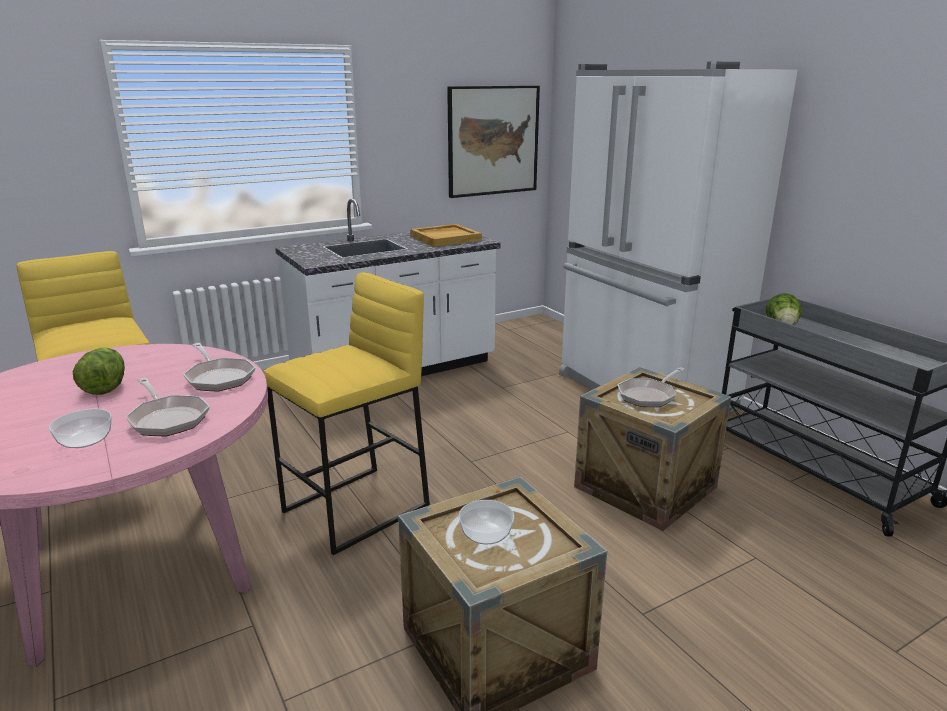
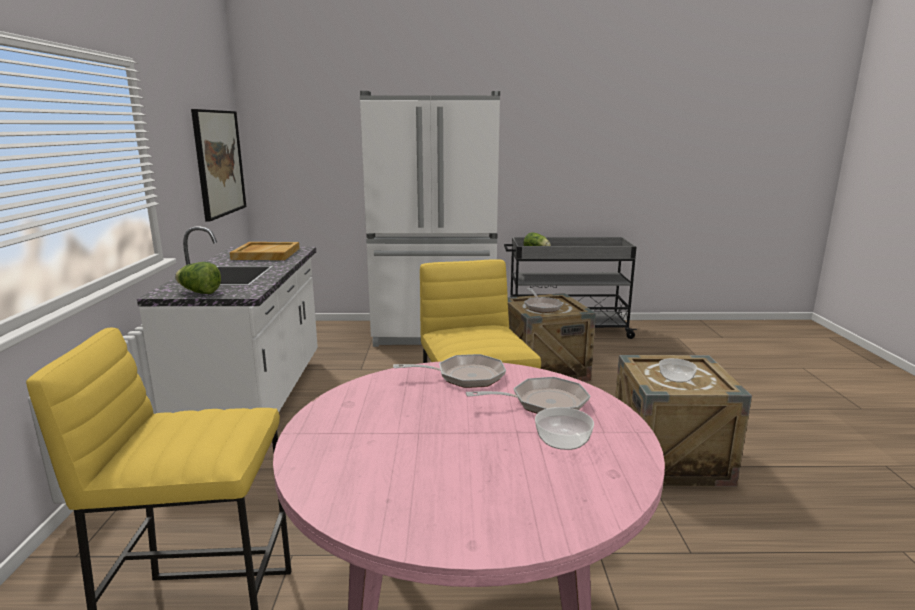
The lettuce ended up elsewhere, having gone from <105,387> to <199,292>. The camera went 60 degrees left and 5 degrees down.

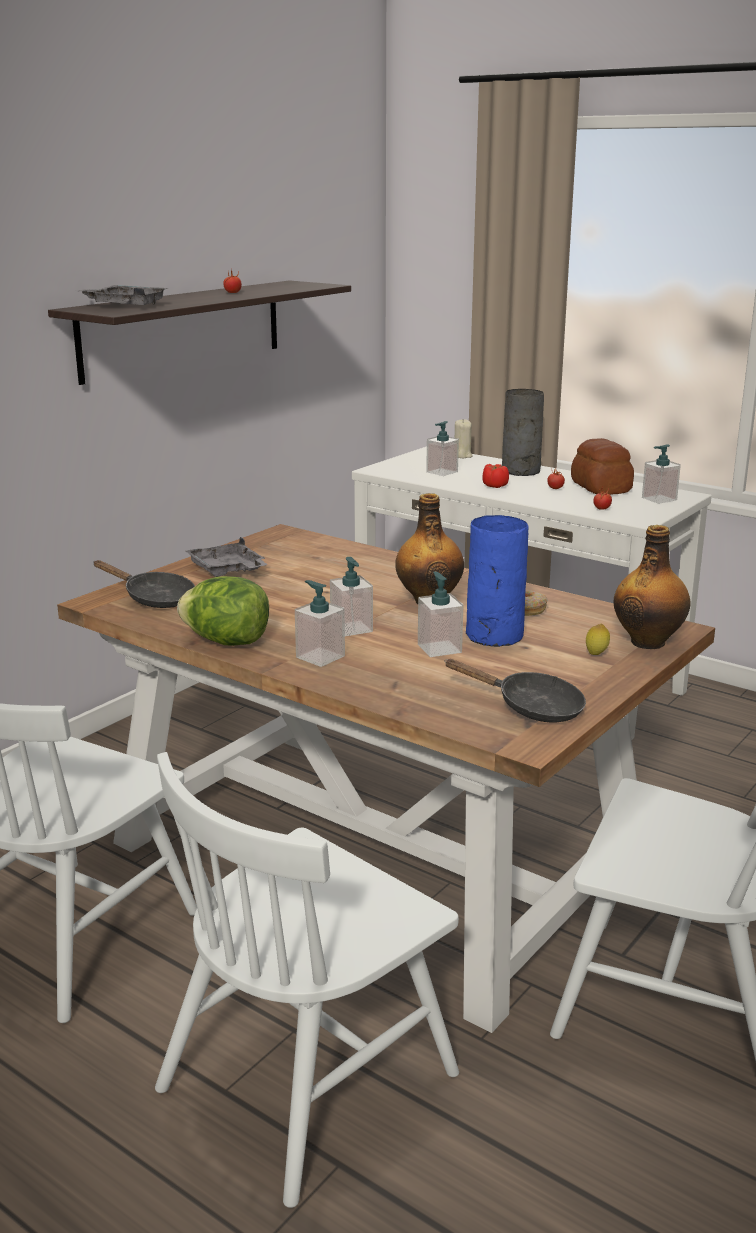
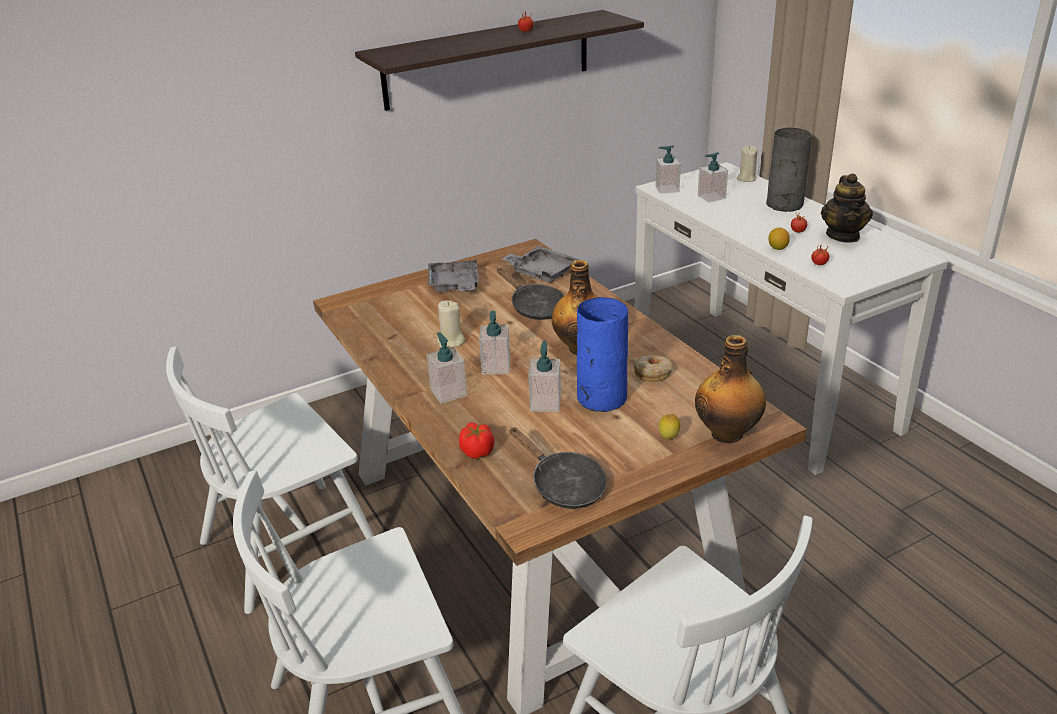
The second view lost the lettuce at <227,642>. The second view gained the sand-coloured wax candle at <451,341>. The second view gained the whole lemon at <777,248>. The gray tray ended up elsewhere, having gone from <126,305> to <541,272>. The blackish frying pan ended up elsewhere, having gone from <154,598> to <534,307>. The whole tomato ended up elsewhere, having gone from <494,486> to <477,451>. The liquid soap bottle ended up elsewhere, having gone from <659,499> to <667,189>. Where the bakery bread stood at <601,487>, the pot for tea came to stand at <843,236>. The camera went 25 degrees right and 10 degrees up.

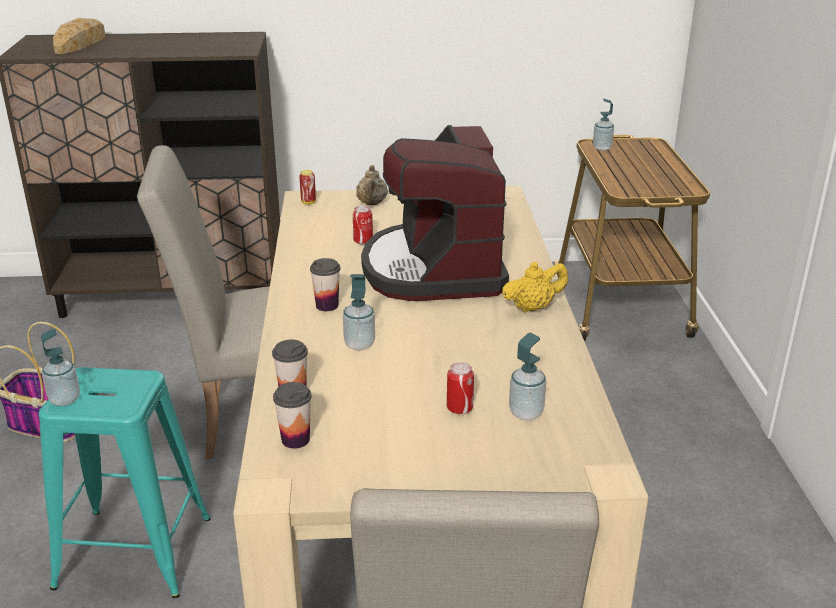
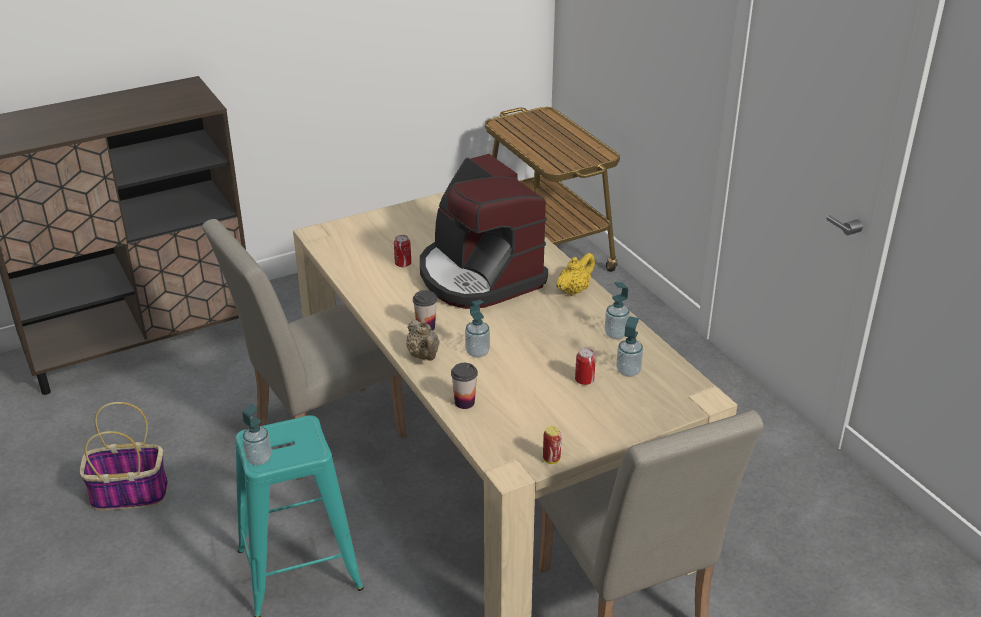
The second view lost the bakery bread at <80,44>. The second view lost the small cup at <295,439>. The sealed can ended up elsewhere, having gone from <308,202> to <551,459>. The sand-coloured pot for tea ended up elsewhere, having gone from <372,204> to <424,356>. The liquid soap bottle ended up elsewhere, having gone from <602,148> to <616,334>. The camera went 25 degrees left and 5 degrees up.

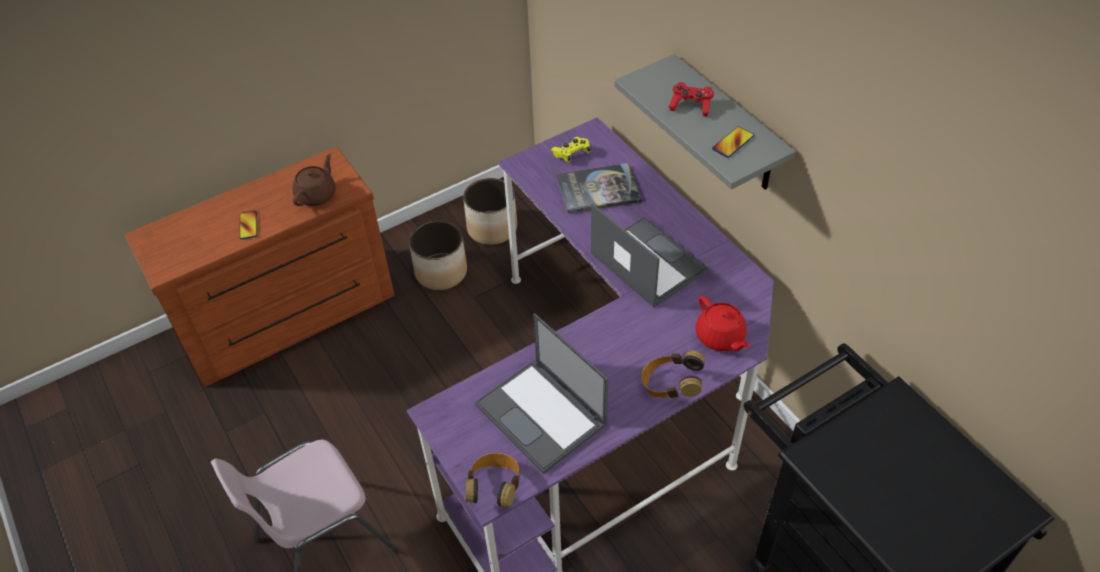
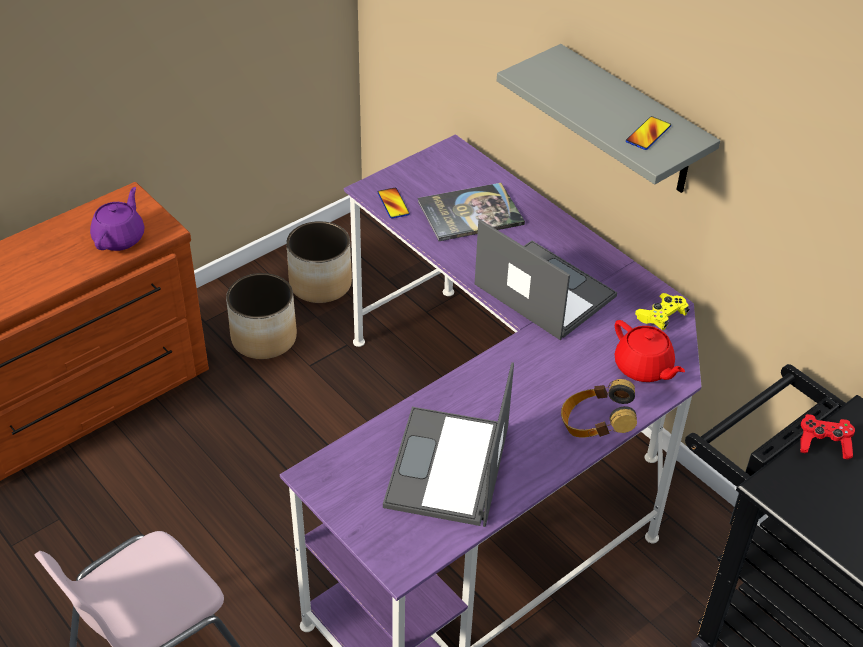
The second view lost the headset at <495,488>. The handset ended up elsewhere, having gone from <248,225> to <393,204>. The yellowish joypad ended up elsewhere, having gone from <571,154> to <661,317>. The red joypad ended up elsewhere, having gone from <691,106> to <823,443>. What was the brown pot for tea at <317,195> turned into the purplish pot for tea at <120,238>. The notebook computer at <542,415> ended up facing another way, 60 degrees clockwise from before. The camera went 10 degrees left and 5 degrees down.

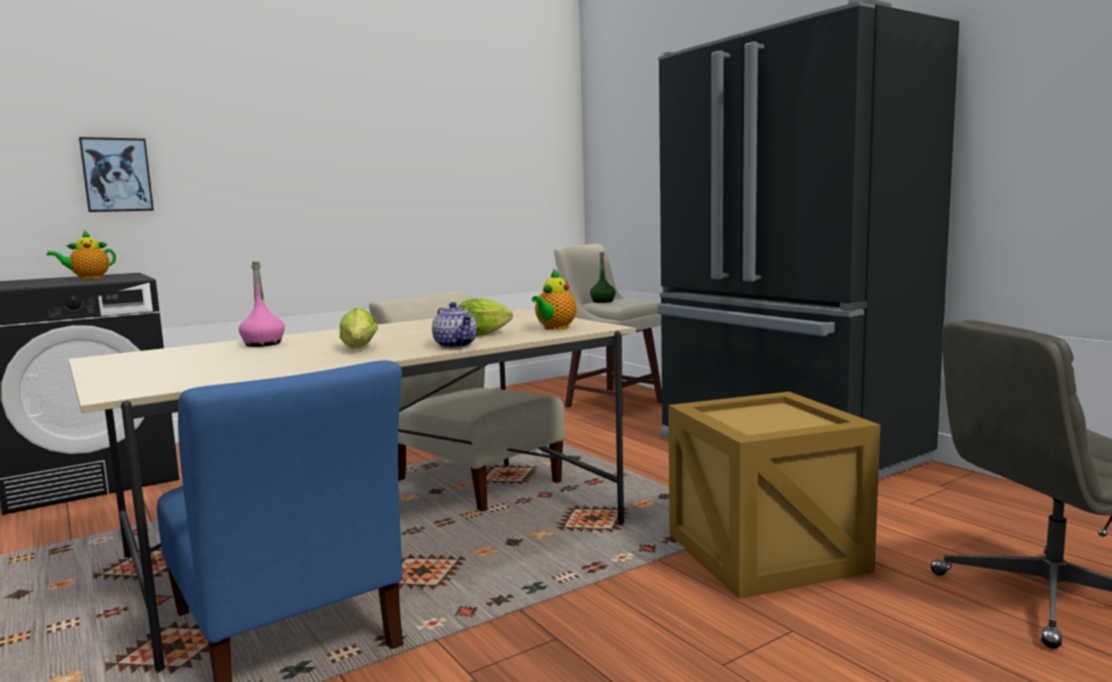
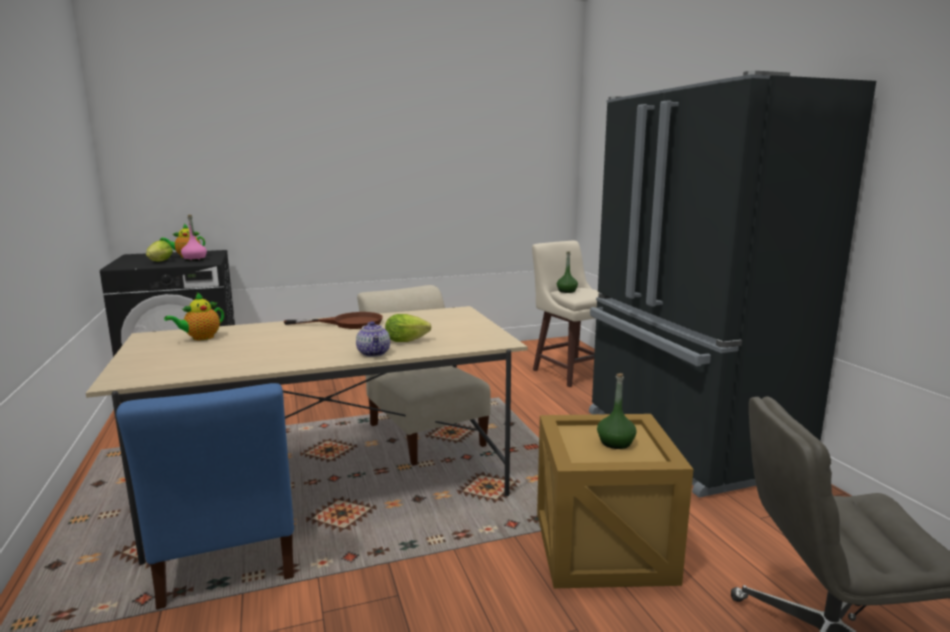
The second view lost the picture at <116,175>. The second view gained the brown frying pan at <348,323>. The second view gained the green bottle at <615,442>. The pink bottle ended up elsewhere, having gone from <263,344> to <195,260>. The lettuce ended up elsewhere, having gone from <359,349> to <159,262>. The pot for tea ended up elsewhere, having gone from <554,328> to <200,338>. The camera went 15 degrees right and 5 degrees up.

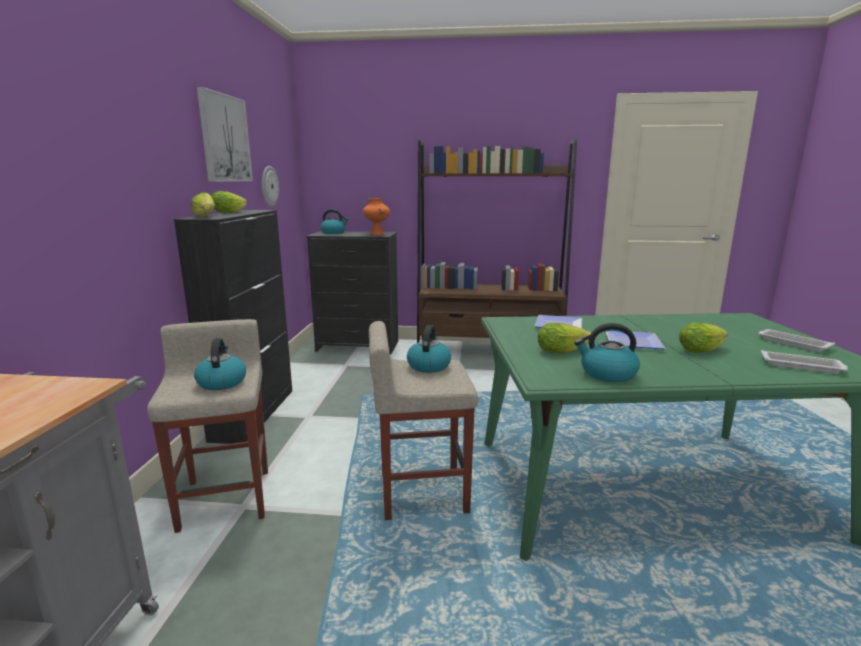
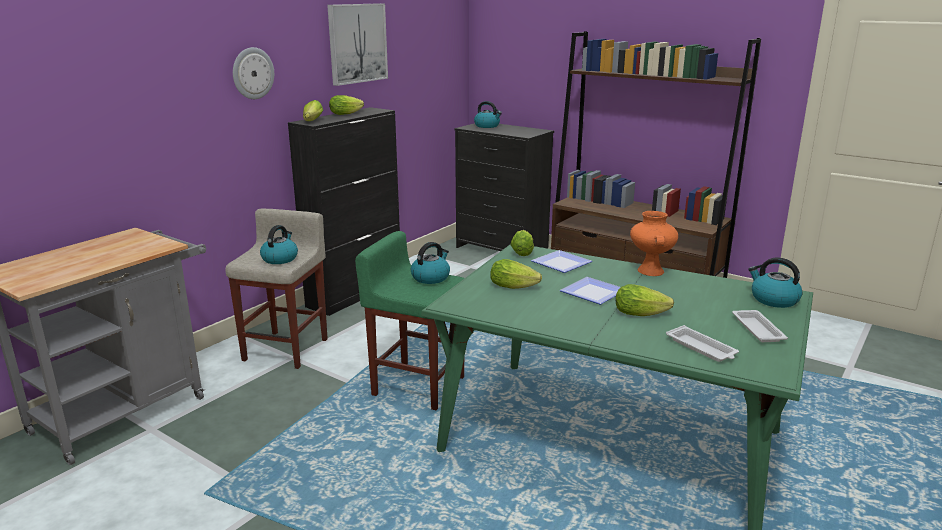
The second view gained the lettuce at <523,251>. The hanging clock ended up elsewhere, having gone from <269,186> to <252,73>. The orange decorative vase ended up elsewhere, having gone from <376,234> to <649,271>. The water kettle ended up elsewhere, having gone from <607,374> to <773,300>. What was the sand-coloured stool at <421,493> turned into the green stool at <417,386>. The camera went 30 degrees right and 5 degrees up.

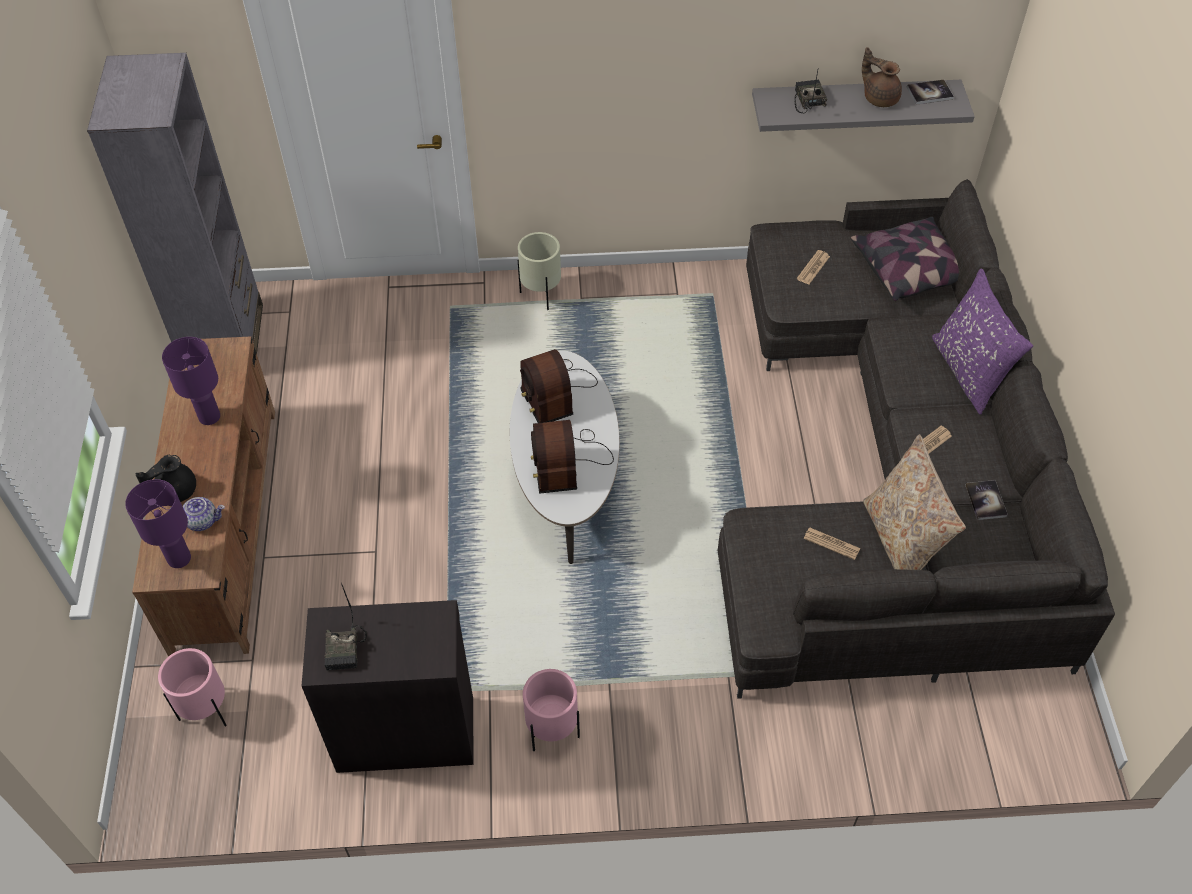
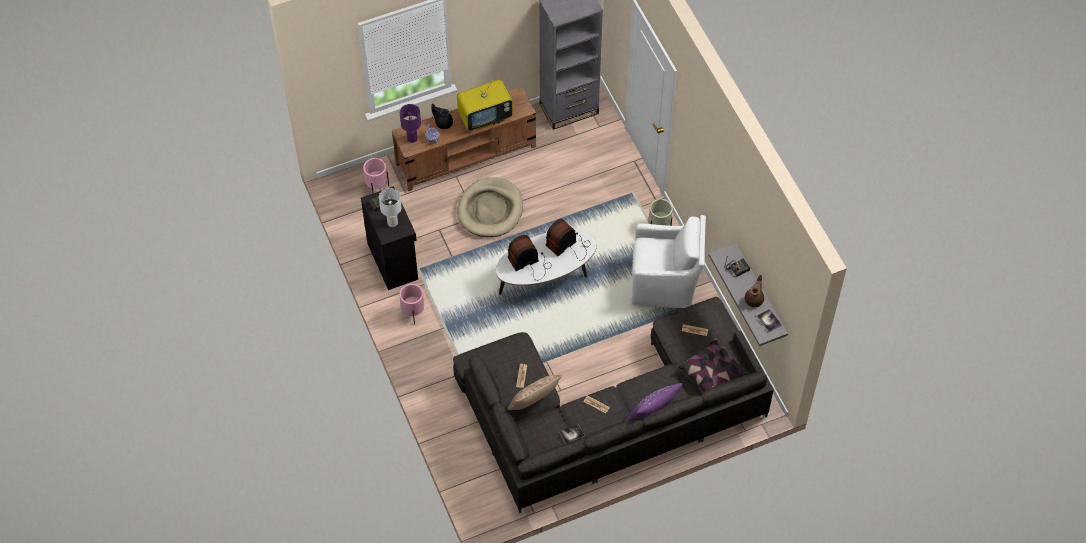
The second view gained the white table lamp at <392,222>. The second view gained the sand-coloured dog bed at <490,209>. The second view gained the white easy chair at <665,283>. Where the purplish table lamp stood at <209,416>, the TV set came to stand at <485,117>. The camera went 70 degrees right and 5 degrees up.

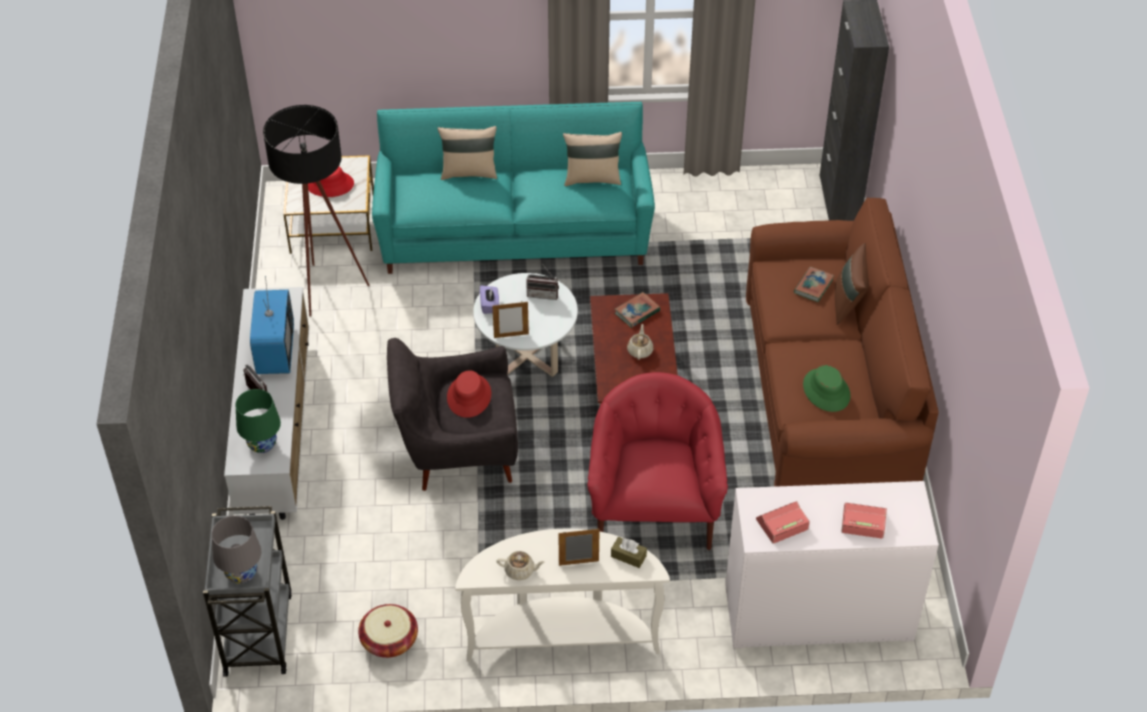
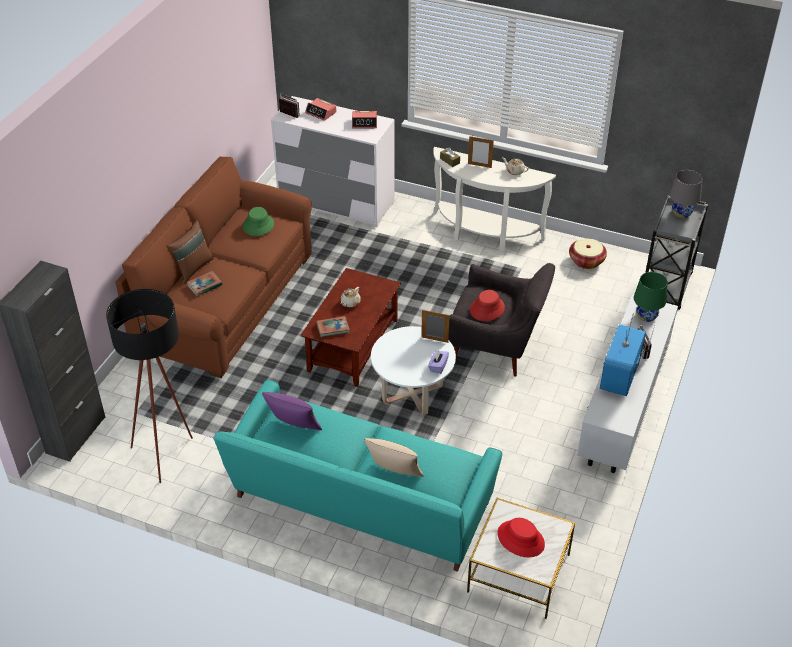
The second view lost the red easy chair at <653,508>. The blackish standing lamp ended up elsewhere, having gone from <325,294> to <168,452>. The radio ended up elsewhere, having gone from <543,294> to <287,115>. What was the sand-coloured pillow at <592,178> turned into the purplish pillow at <293,428>. The camera went 155 degrees left and 5 degrees down.

